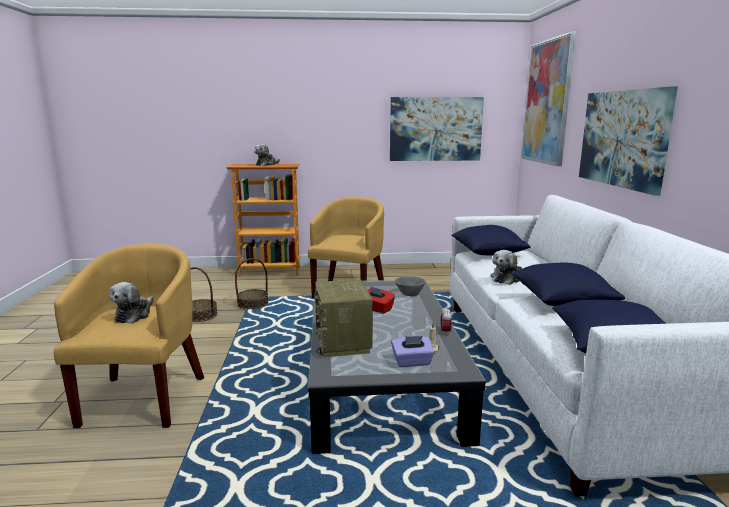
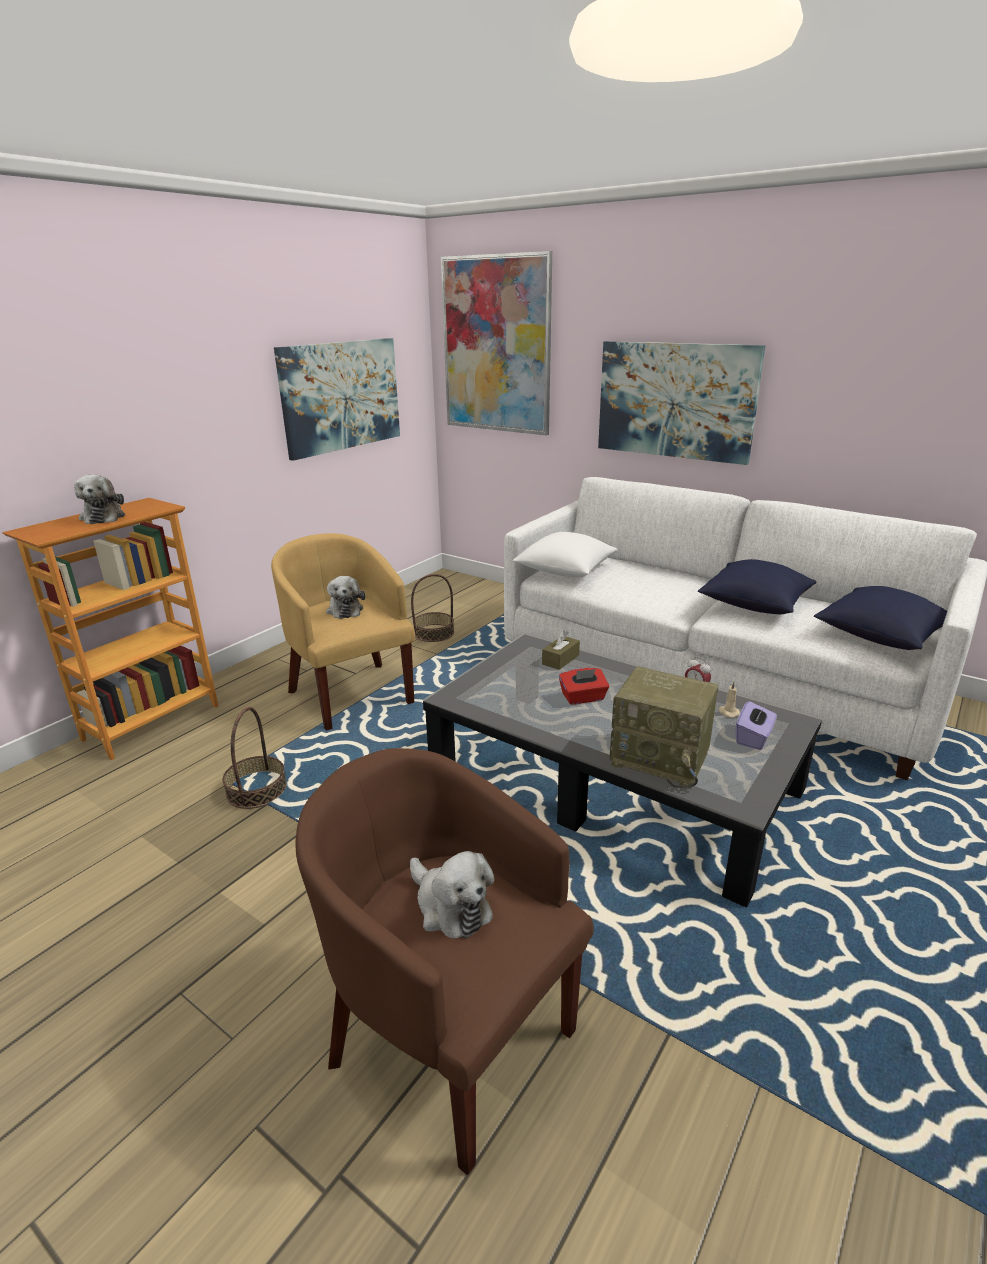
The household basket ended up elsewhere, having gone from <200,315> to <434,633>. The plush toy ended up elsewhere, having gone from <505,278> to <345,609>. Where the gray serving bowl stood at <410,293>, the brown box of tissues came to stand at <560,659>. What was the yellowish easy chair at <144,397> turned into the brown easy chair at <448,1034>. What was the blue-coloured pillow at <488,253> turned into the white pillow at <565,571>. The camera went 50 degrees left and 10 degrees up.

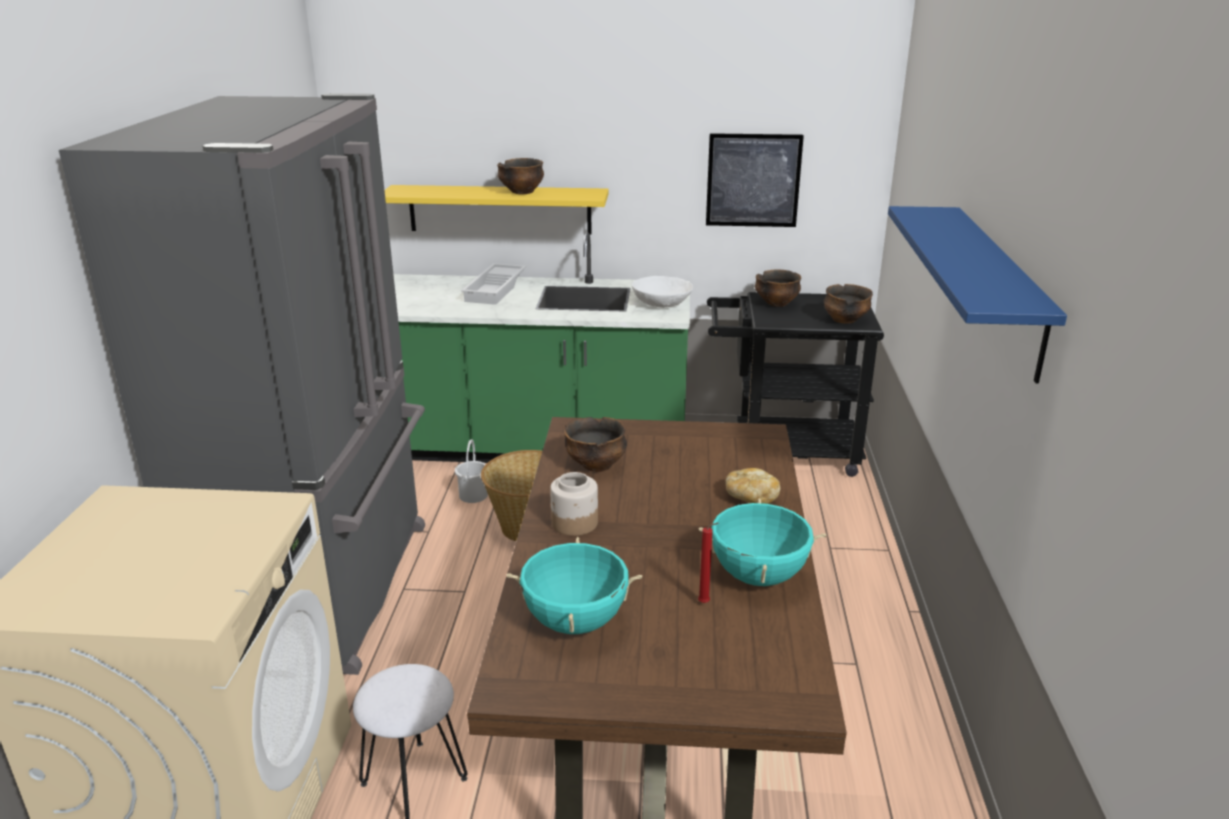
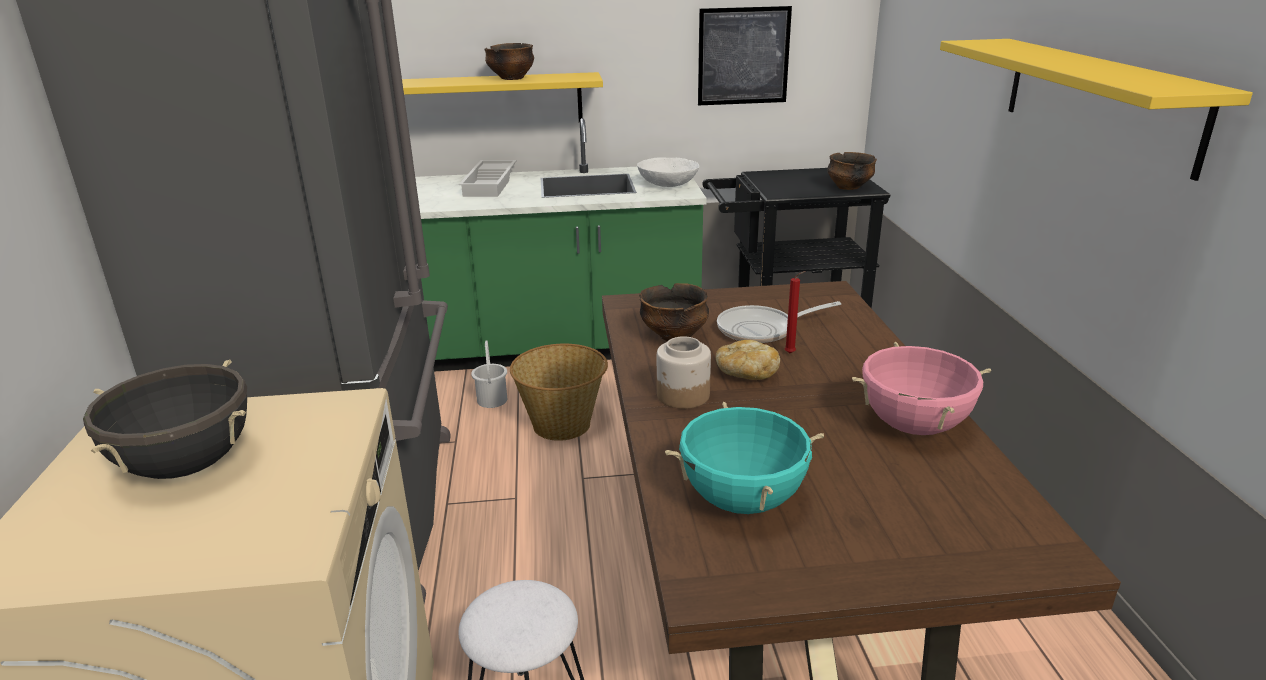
The second view lost the serving bowl at <776,303>. The second view gained the blackish saucepot at <187,466>. The second view gained the frying pan at <762,330>. The red wax candle ended up elsewhere, having gone from <705,603> to <791,353>. The bakery bread ended up elsewhere, having gone from <750,498> to <745,374>. What was the blue-green saucepot at <758,576> turned into the pink saucepot at <913,426>. What was the blue-coloured shelf at <998,288> turned into the yellowish shelf at <1097,100>. The camera went 10 degrees left and 0 degrees up.

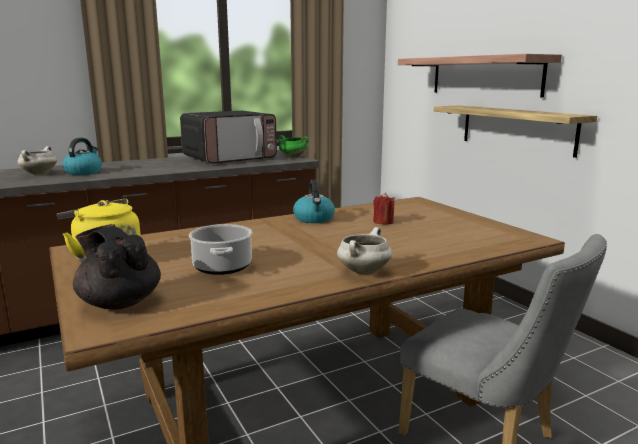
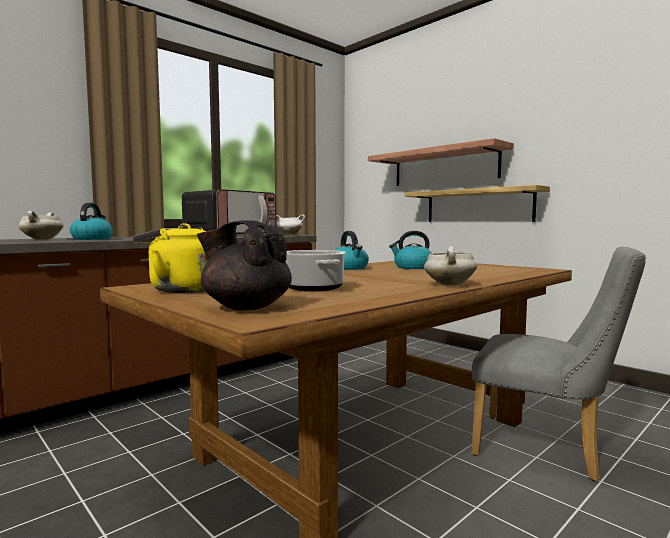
Where the red wax candle stood at <383,222>, the water kettle came to stand at <412,267>. What was the green saucepot at <292,157> turned into the white saucepot at <289,234>. The camera went 15 degrees left and 10 degrees down.

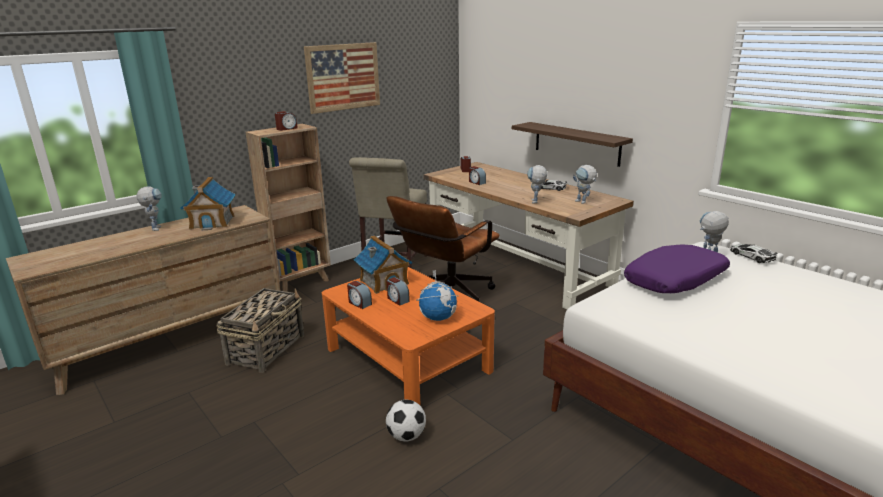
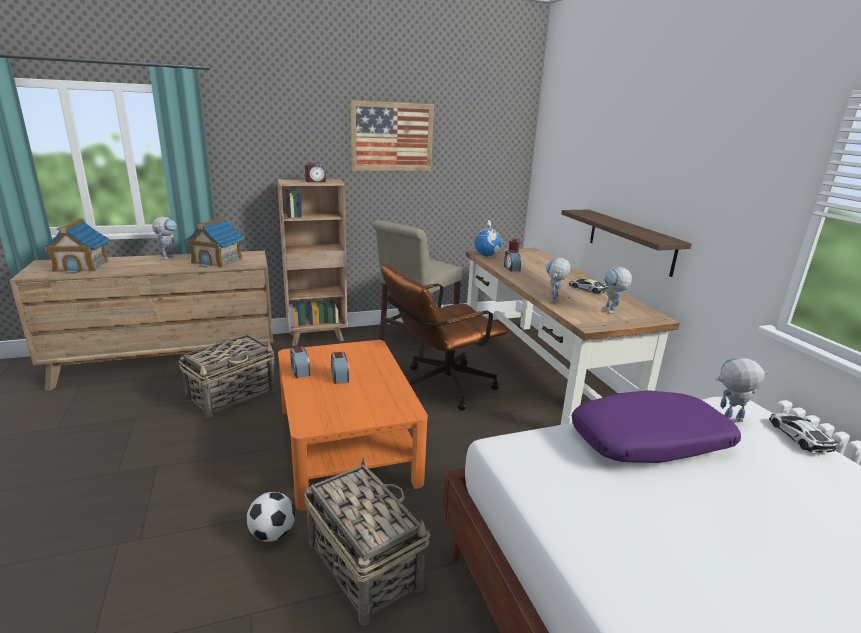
The second view gained the household basket at <363,564>. The toy house ended up elsewhere, having gone from <384,282> to <81,266>. The desk globe ended up elsewhere, having gone from <438,318> to <487,255>. The camera went 20 degrees right and 0 degrees up.

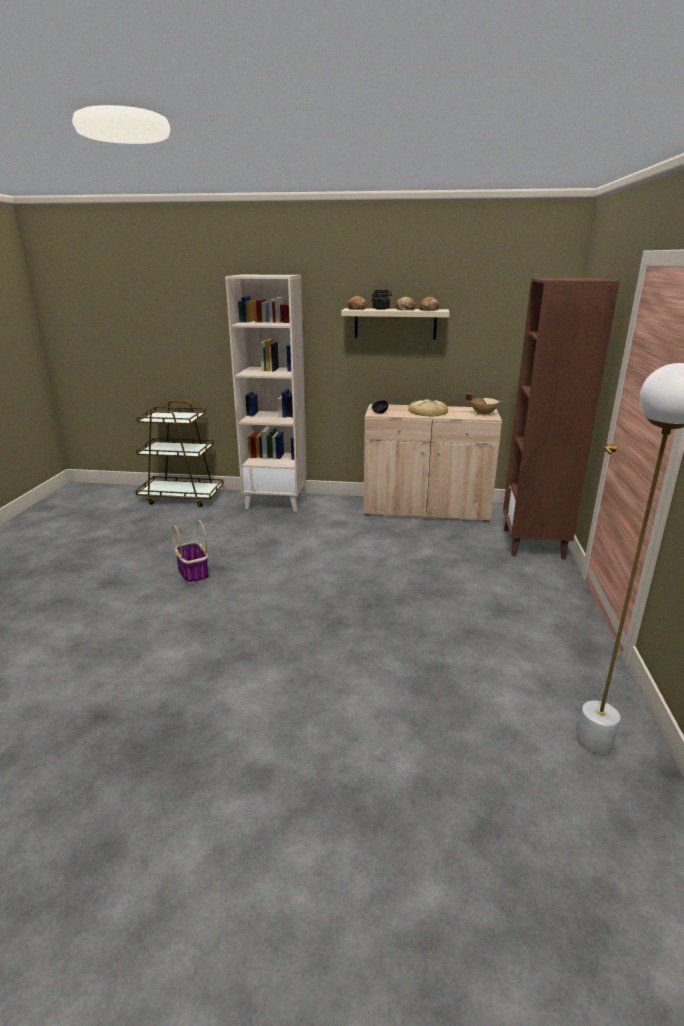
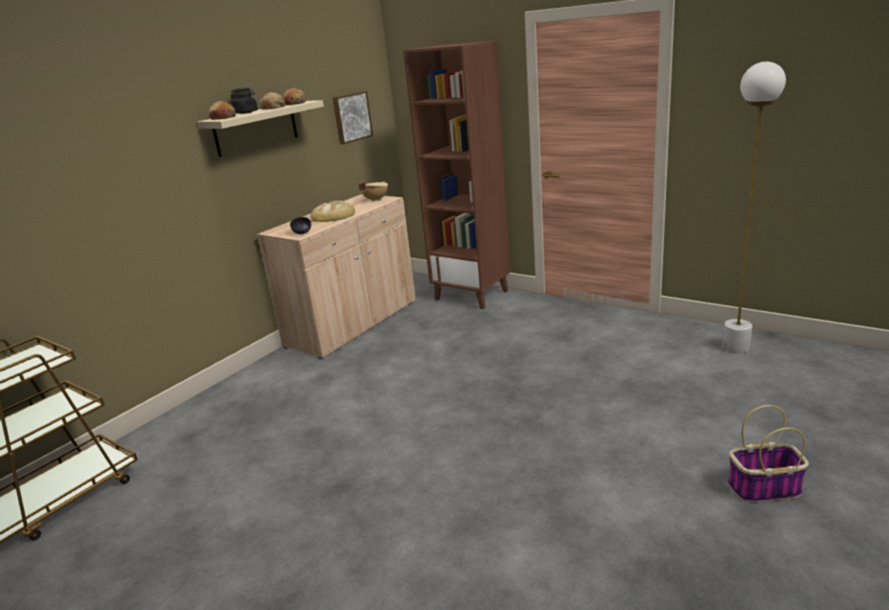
The second view lost the sand-coloured bookshelf at <276,501>. The second view gained the picture at <351,117>. The household basket ended up elsewhere, having gone from <193,573> to <763,489>. The camera went 60 degrees left and 0 degrees up.

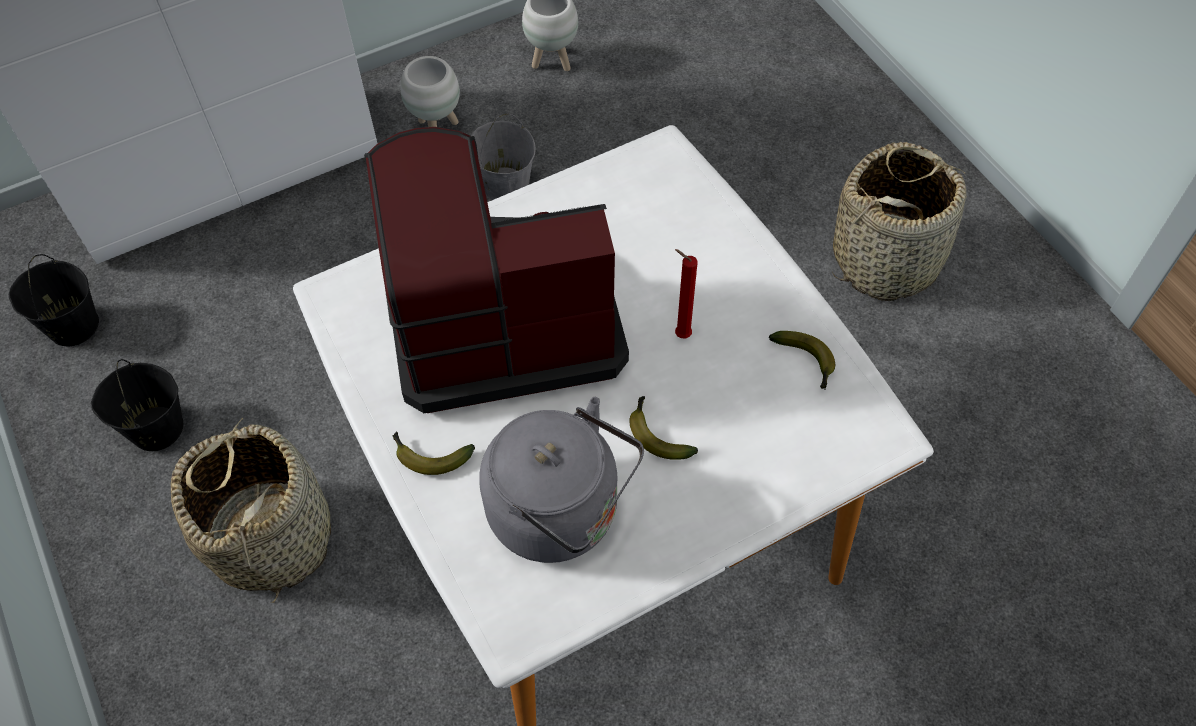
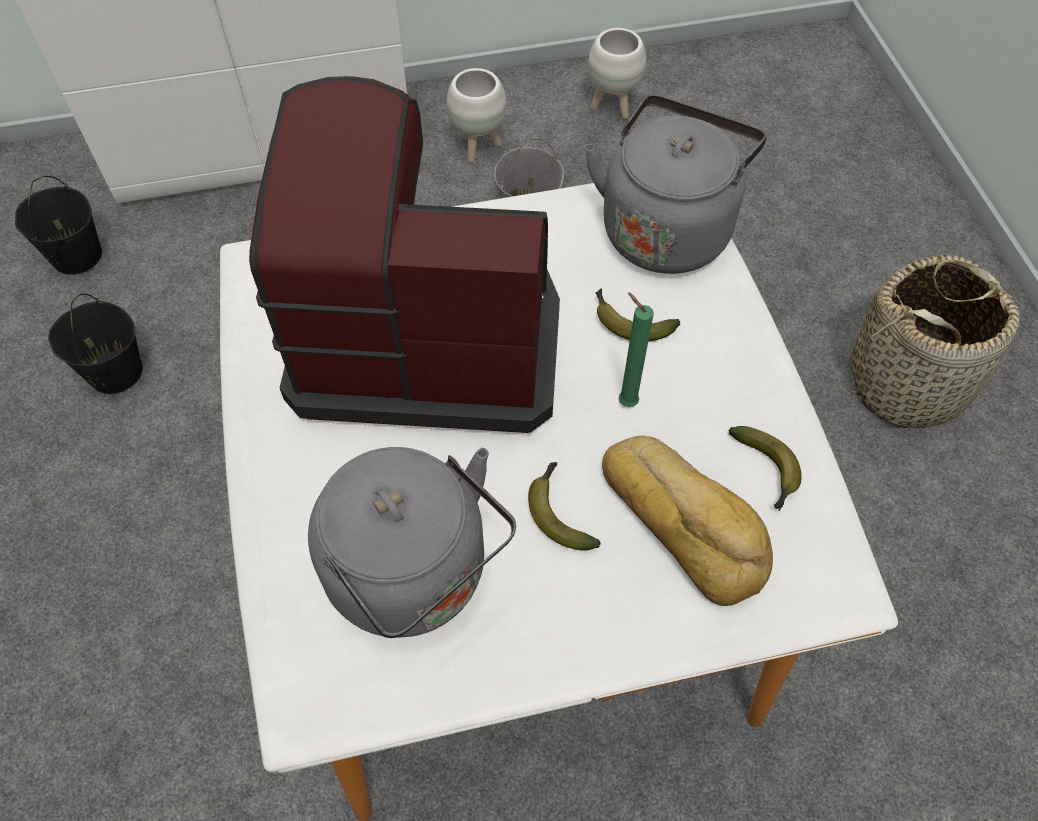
The second view lost the household basket at <271,536>. The second view gained the gray water kettle at <667,228>. The second view gained the bakery bread at <684,521>. The banana fruit ended up elsewhere, having gone from <429,456> to <628,322>. What was the red wax candle at <680,334> turned into the green wax candle at <624,401>. The camera went 15 degrees right and 0 degrees up.

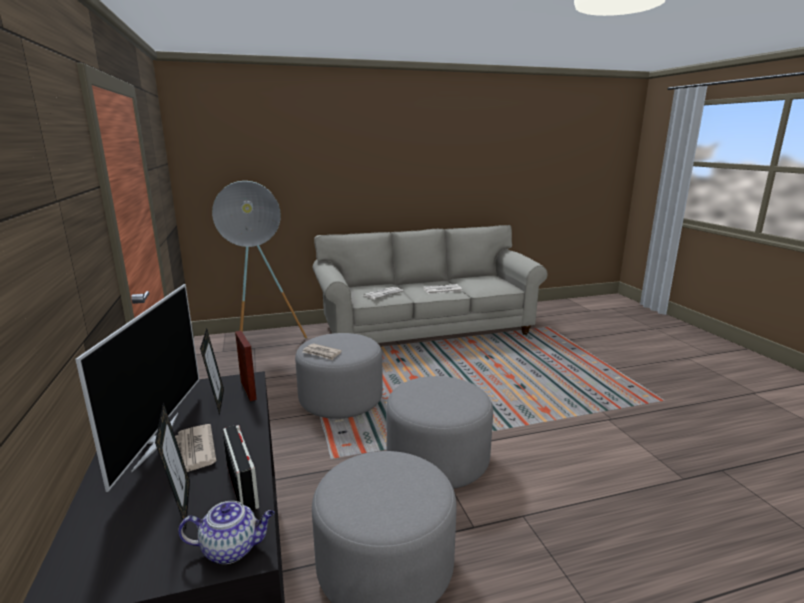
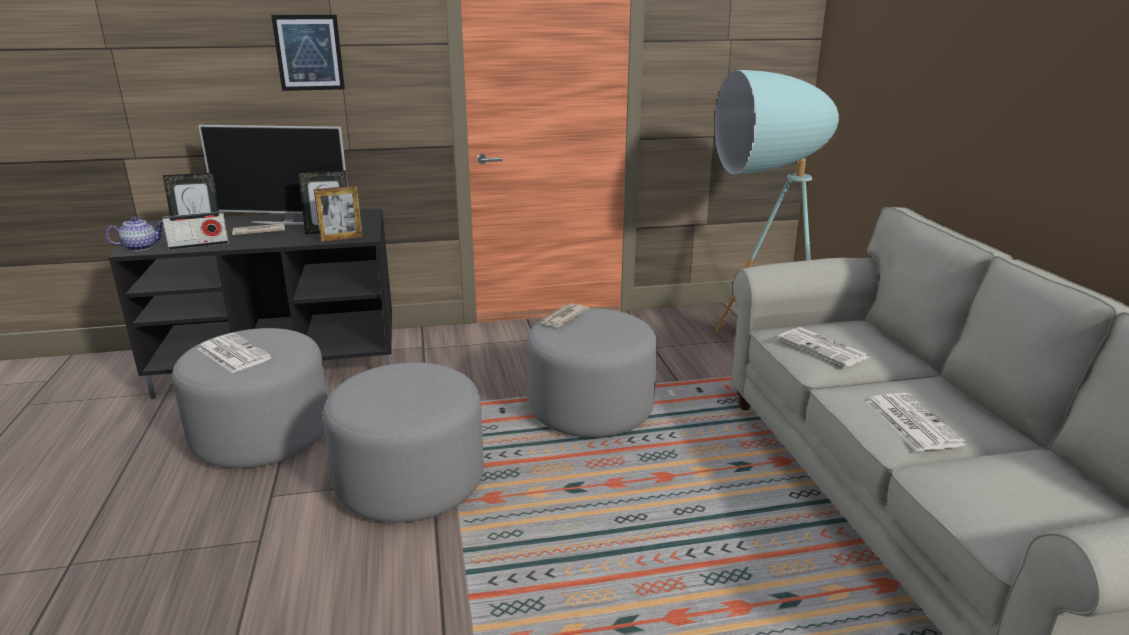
The second view gained the newspaper at <233,353>. The second view gained the picture at <309,53>. The pot for tea at <232,548> ended up facing another way, 120 degrees counterclockwise from before. The camera went 95 degrees right and 5 degrees up.

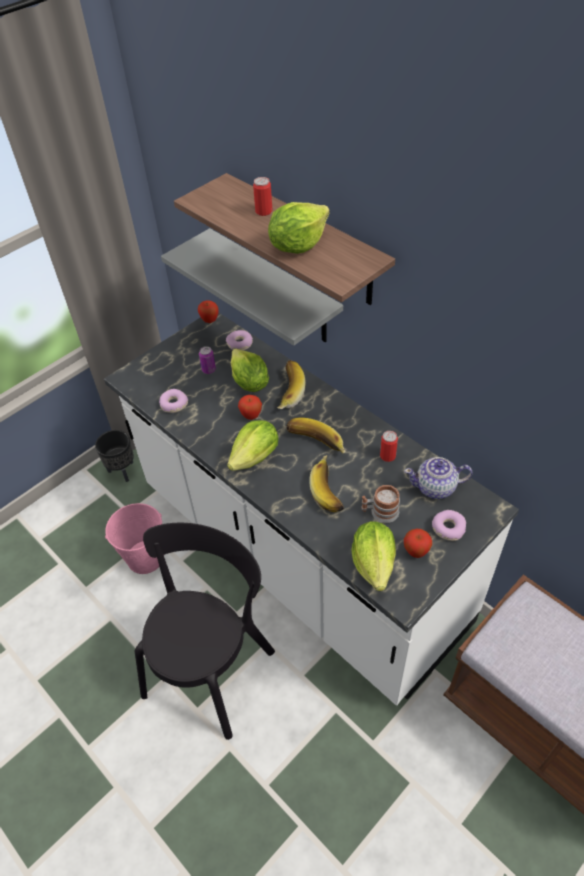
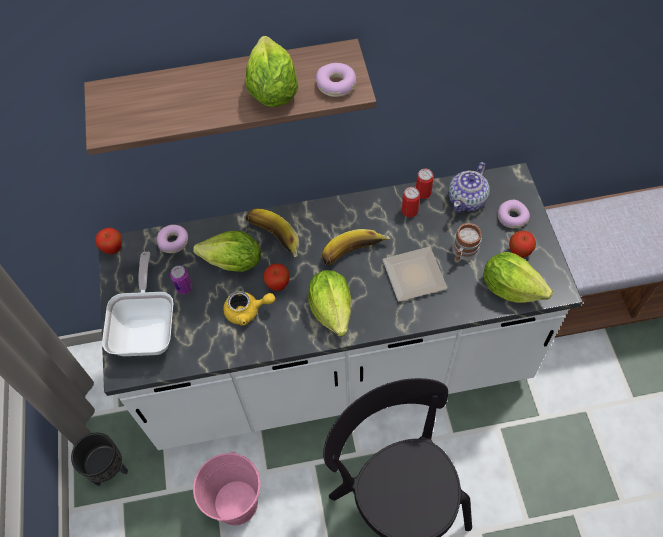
The second view lost the gray shelf at <274,287>. The second view gained the frying pan at <148,328>. The second view gained the yellowish pot for tea at <247,311>. The donut ended up elsewhere, having gone from <173,404> to <336,85>. The sealed can ended up elsewhere, having gone from <264,211> to <423,193>. Where the banana fruit stood at <331,491>, the dinner plate came to stand at <415,274>. The camera went 55 degrees left and 10 degrees up.

